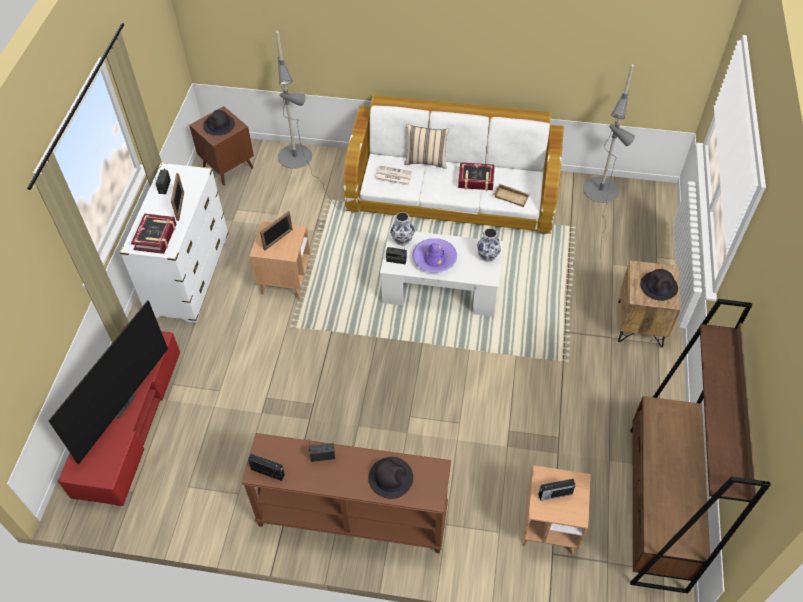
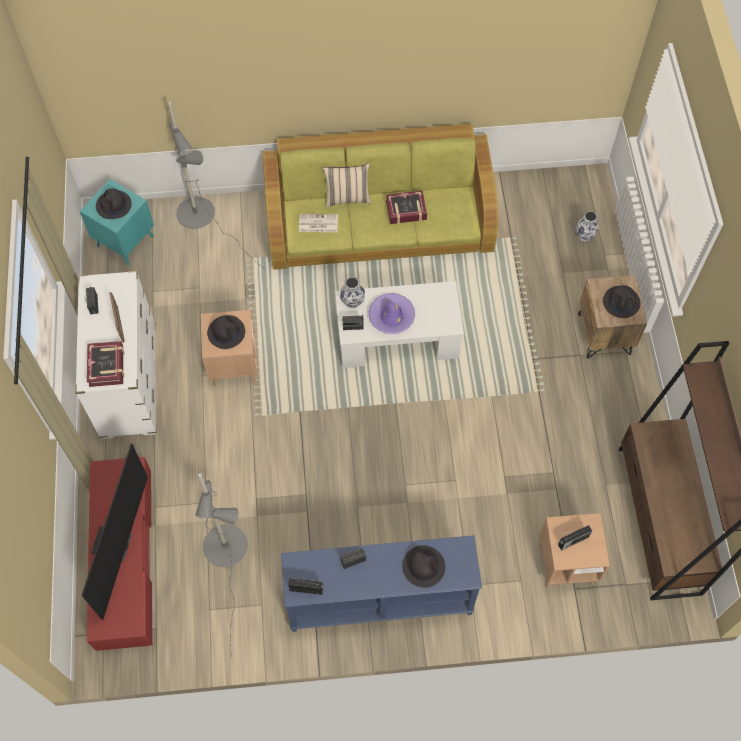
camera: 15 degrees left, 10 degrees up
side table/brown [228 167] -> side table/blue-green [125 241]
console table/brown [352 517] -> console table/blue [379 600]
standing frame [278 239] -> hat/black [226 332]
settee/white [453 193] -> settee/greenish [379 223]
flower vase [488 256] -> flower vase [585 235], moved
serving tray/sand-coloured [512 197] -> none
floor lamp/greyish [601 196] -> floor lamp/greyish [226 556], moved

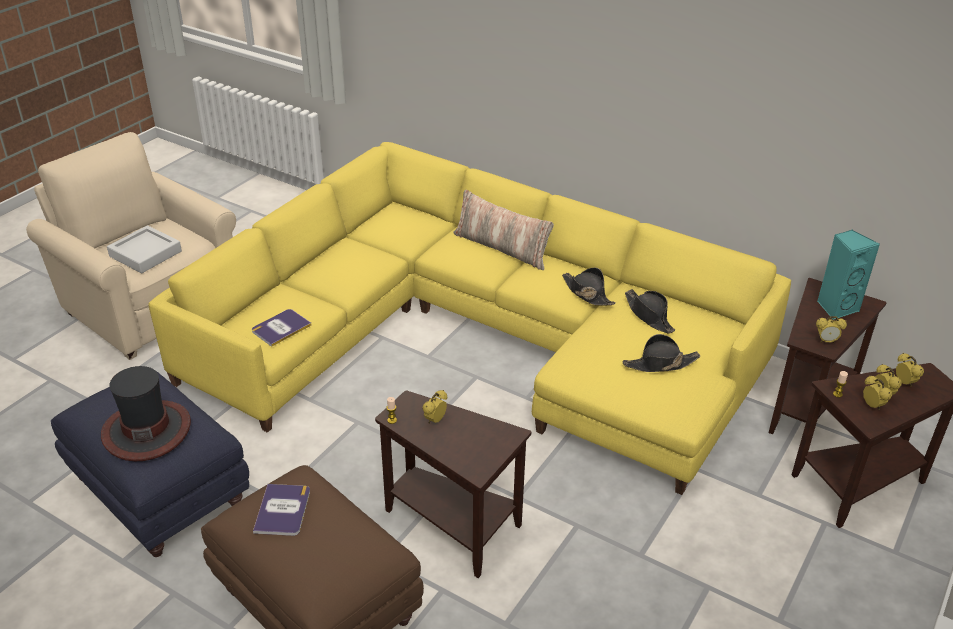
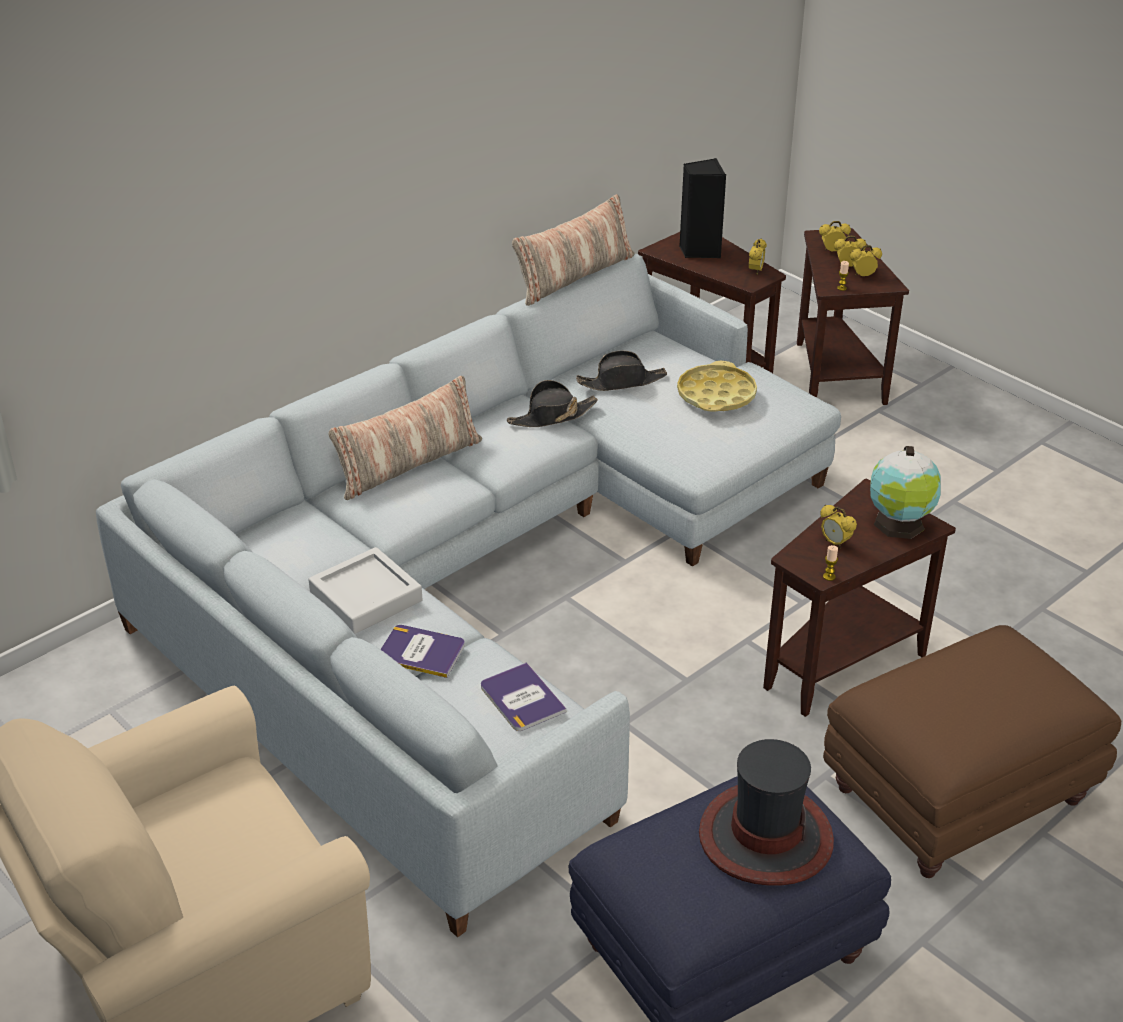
camera: 75 degrees left, 0 degrees up
serving tray/greyish [145 254] -> serving tray/greyish [366 597], moved
settee/yellow [479 339] -> settee/greyish [485 581]
bound book [282 510] -> bound book [421 652], moved
hat/black [660 364] -> serving tray/yellow [716 395]
speaker/blue-green [836 307] -> speaker/black [699 250]
none -> cushion [573 276]
none -> globe [899 525]

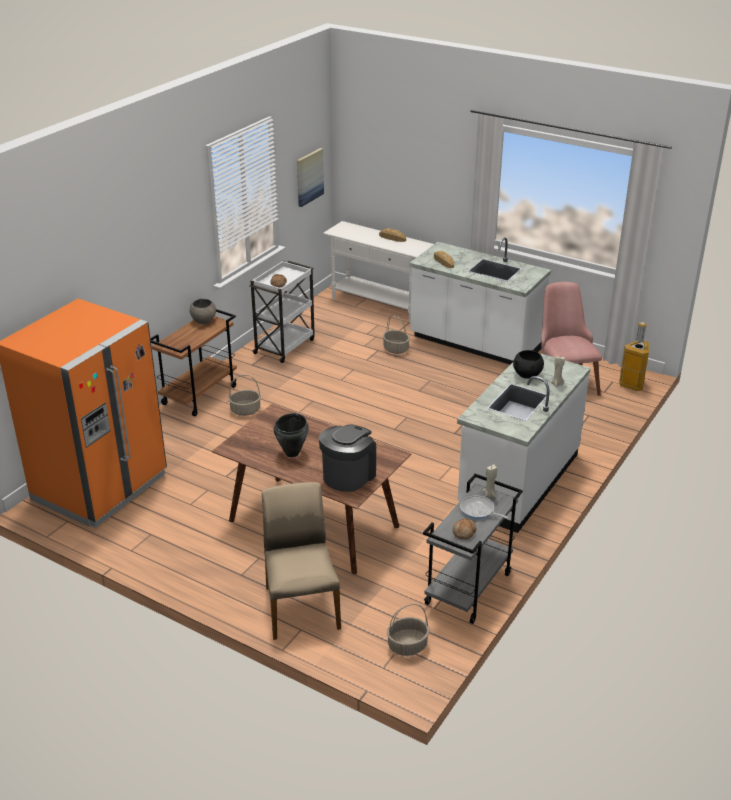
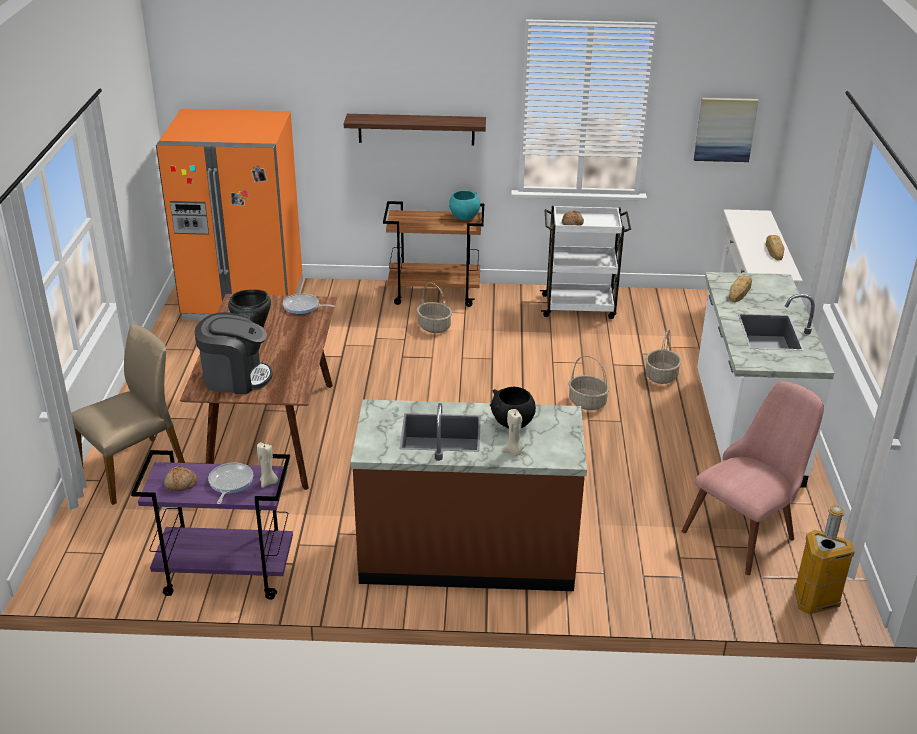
camera: 60 degrees right, 0 degrees up
serving bowl/greyish [203 321] -> serving bowl/blue-green [464 217]
household basket [407 646] -> household basket [586 402], moved
trolley/greyish [468 590] -> trolley/purple [224 574]
counter/white [517 481] -> counter/brown [467 553]
none -> frying pan [303 307]
none -> shelf [416 129]

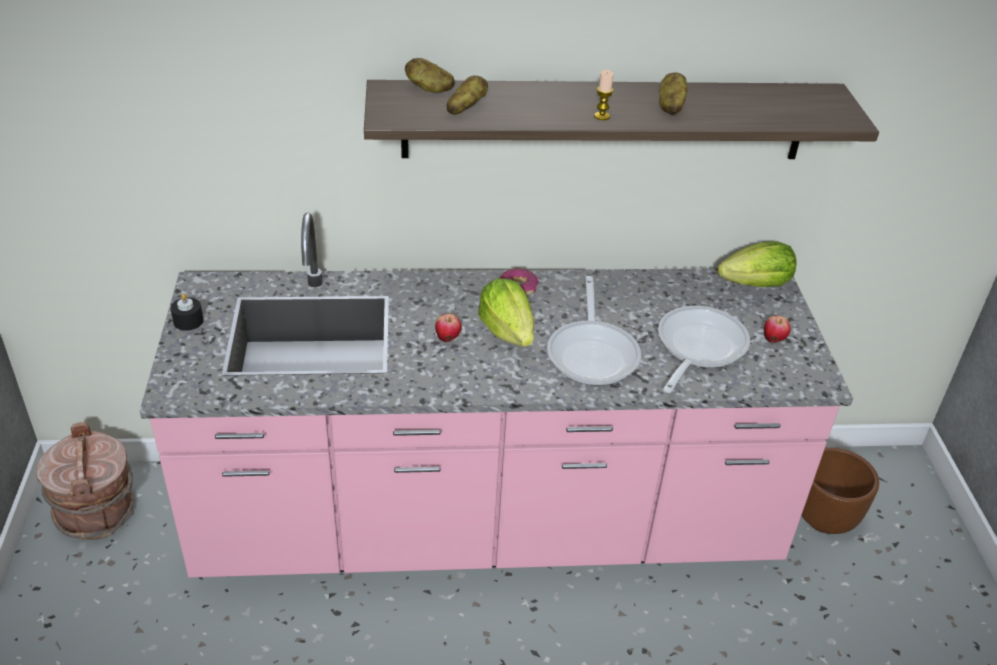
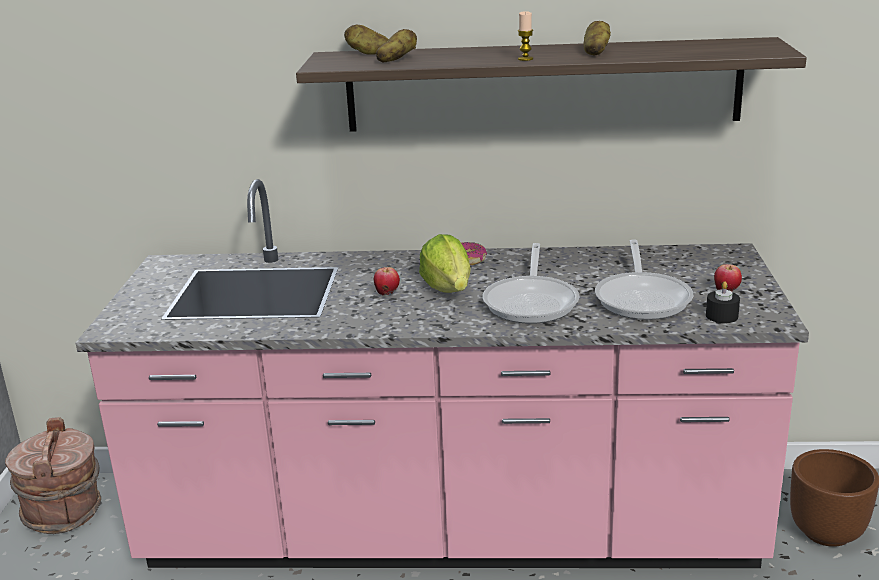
camera: 10 degrees right, 15 degrees down
wax candle/black [188 321] -> wax candle/black [721 316], moved
frying pan [697 348] -> frying pan [643 298], 150 degrees clockwise
head of lettuce [756 285] -> none

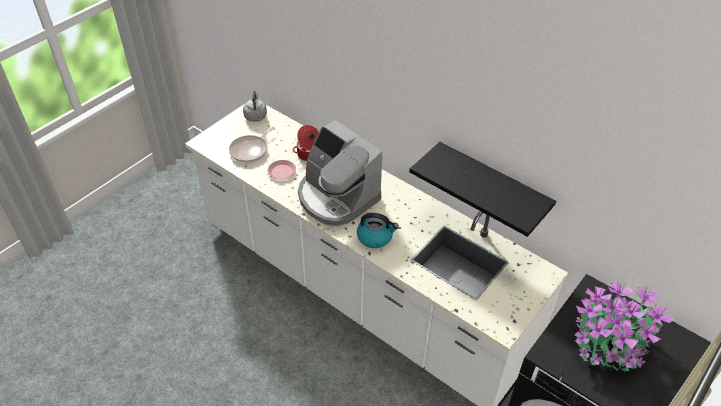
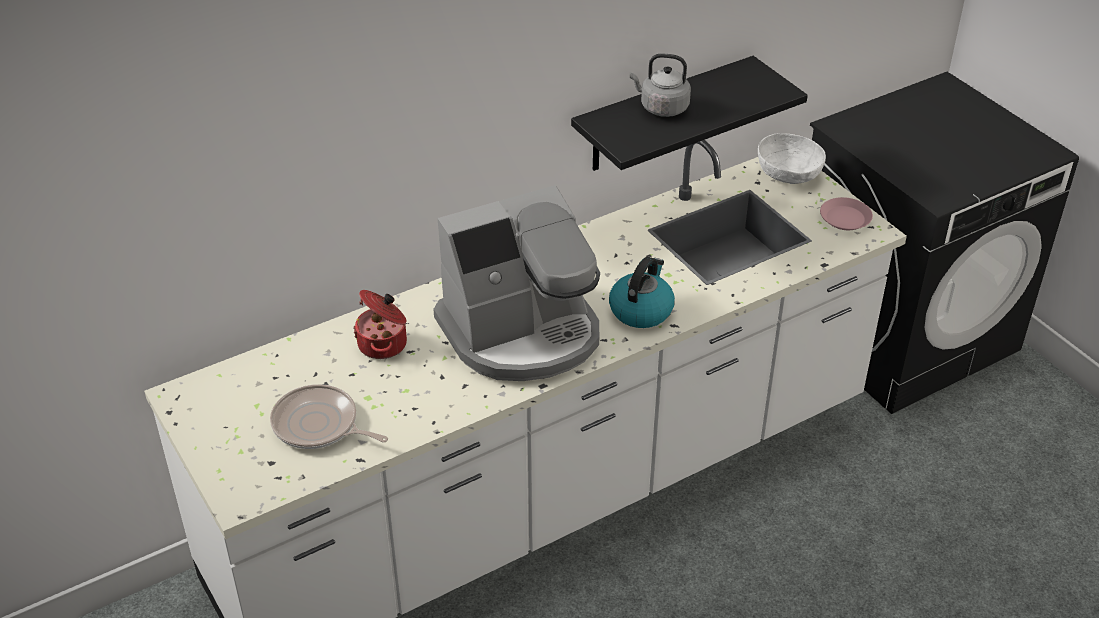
camera: 70 degrees left, 5 degrees down
frying pan [250 150] -> frying pan [319 425], 150 degrees clockwise
kettle/greyish [255 116] -> kettle/greyish [661 108], moved
dinner plate/pink-coloured [282 172] -> dinner plate/pink-coloured [845 218], moved
houseplant [610 342] -> none
none -> serving bowl/white [789 174]

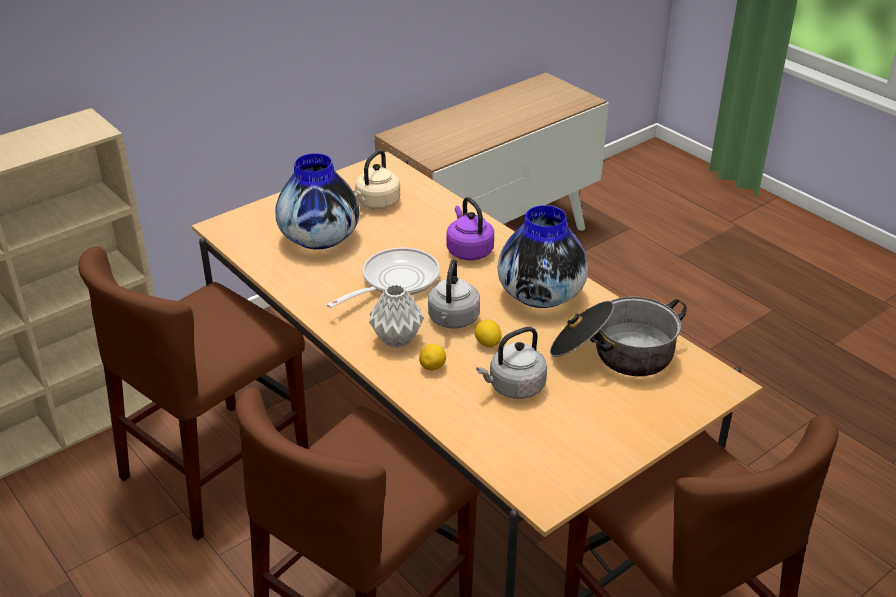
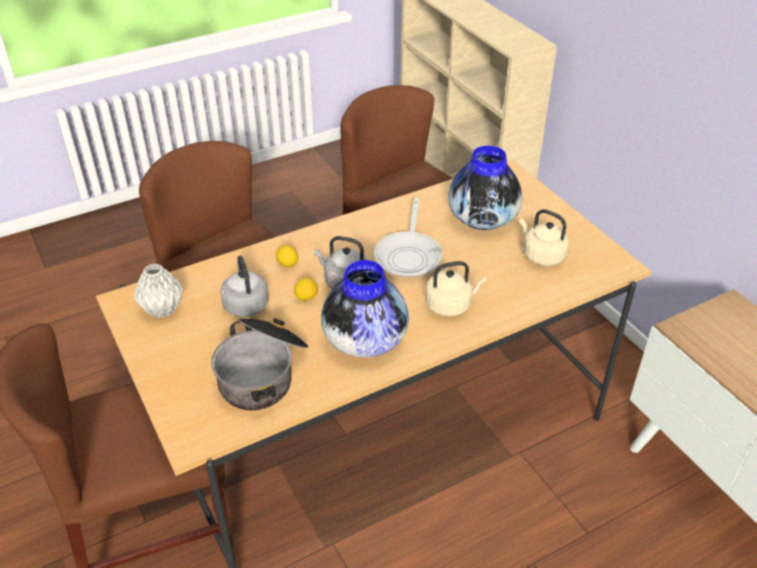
camera: 100 degrees right, 5 degrees up
frying pan [395 281] -> frying pan [409 255], 45 degrees clockwise
flower vase/greyish [396 340] -> flower vase/greyish [162 309], moved
kettle/purple [468 250] -> kettle/sand-coloured [450 305]

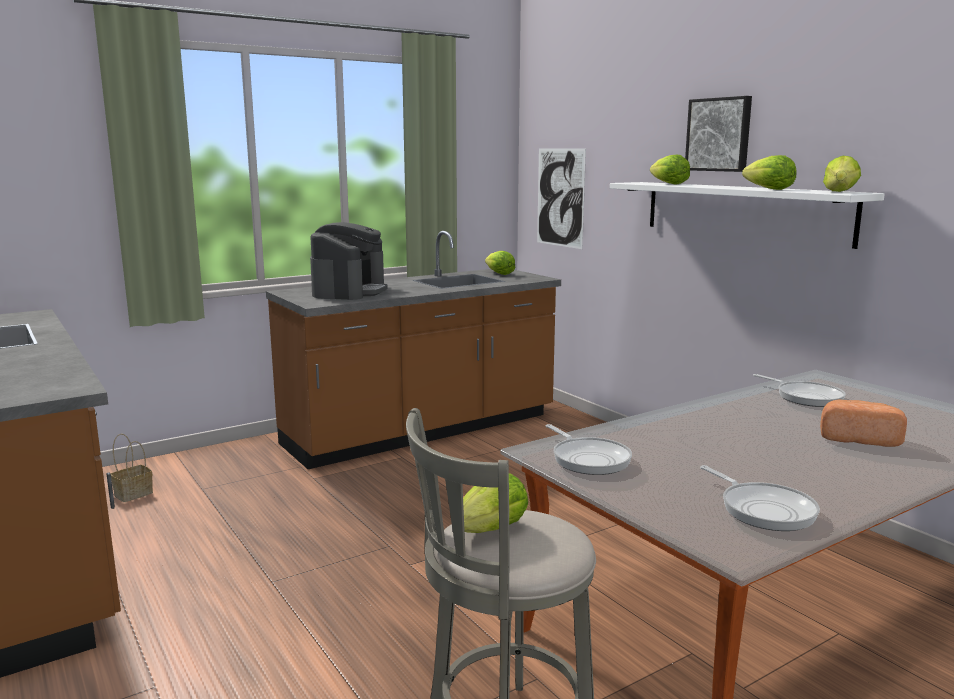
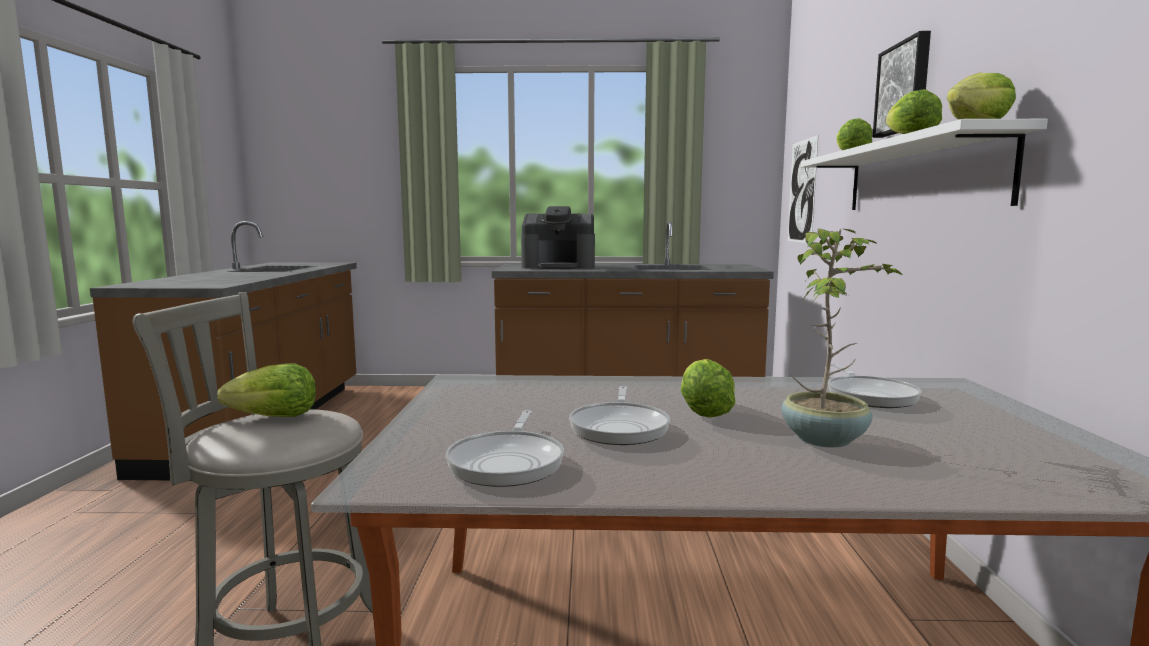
camera: 35 degrees right, 5 degrees down
household basket [134 493] -> none
coffee machine [349 291] -> coffee machine [559 266], 45 degrees clockwise
head of lettuce [499 274] -> head of lettuce [703 411], moved
frying pan [588 459] -> frying pan [620 427], moved
baked bread [858 438] -> houseplant [825 439]

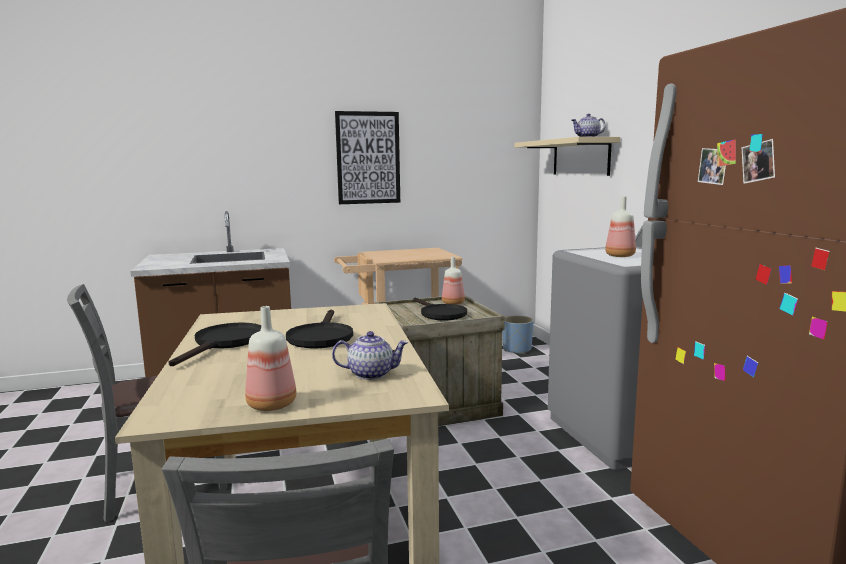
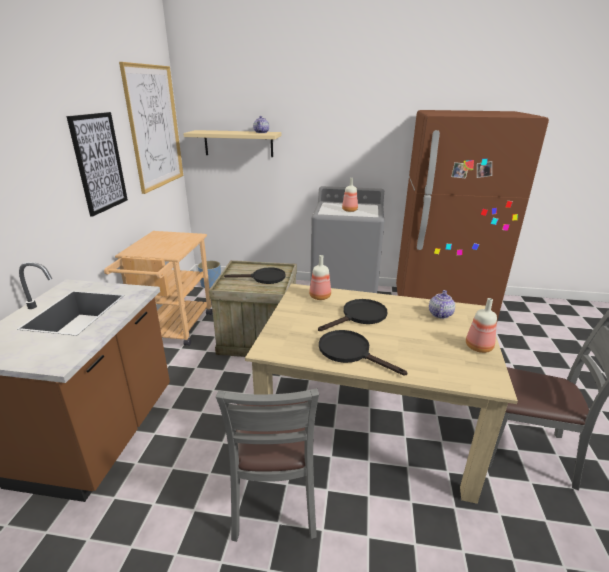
camera: 65 degrees left, 15 degrees up
frying pan/black [321 337] -> frying pan/black [359 316], 60 degrees counterclockwise
drink bottle [453 303] -> drink bottle [319 296], moved
none -> picture [154 127]

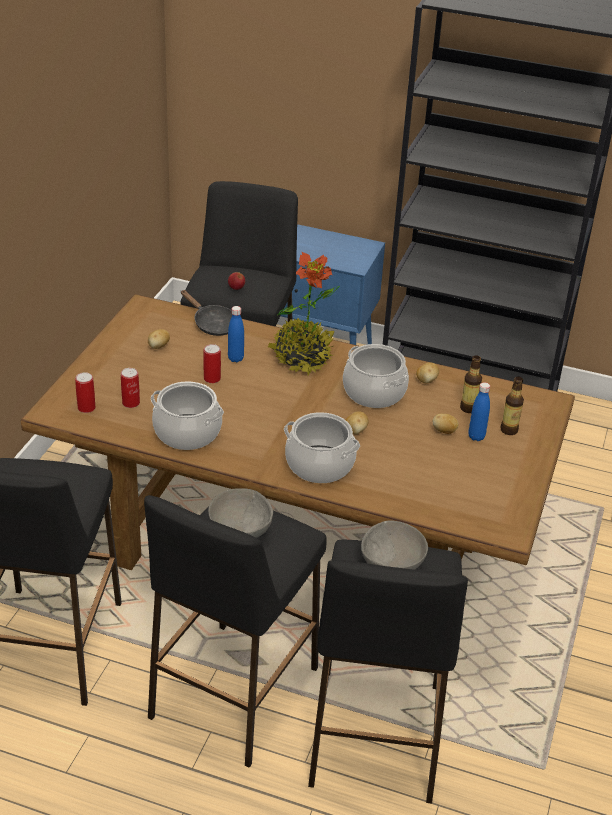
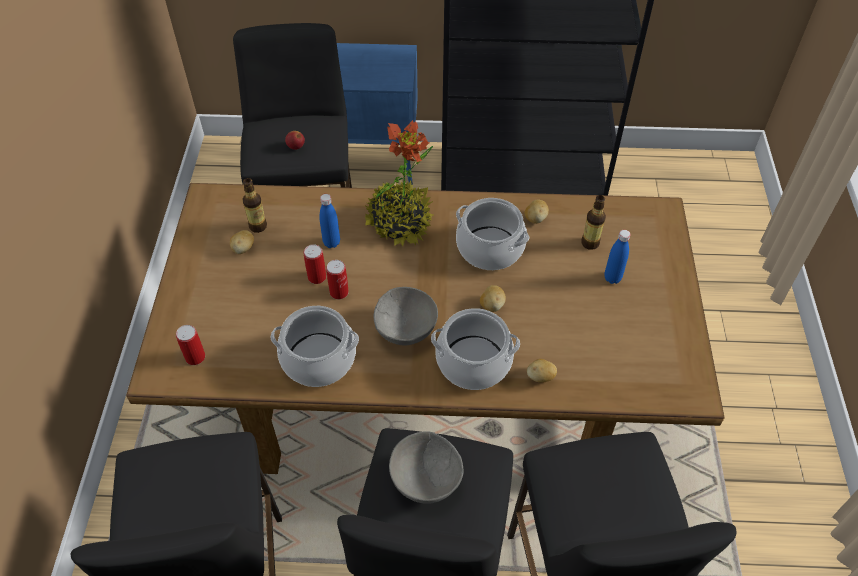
camera: 15 degrees left, 15 degrees up
metal can [131 403] -> metal can [339 292], moved
frying pan/black [212 324] -> none
serving bowl/greyish [391 565] -> serving bowl/greyish [405 330], moved
whole potato [444 431] -> whole potato [540 377], moved
drink bottle [509 430] -> drink bottle [258 226], moved

